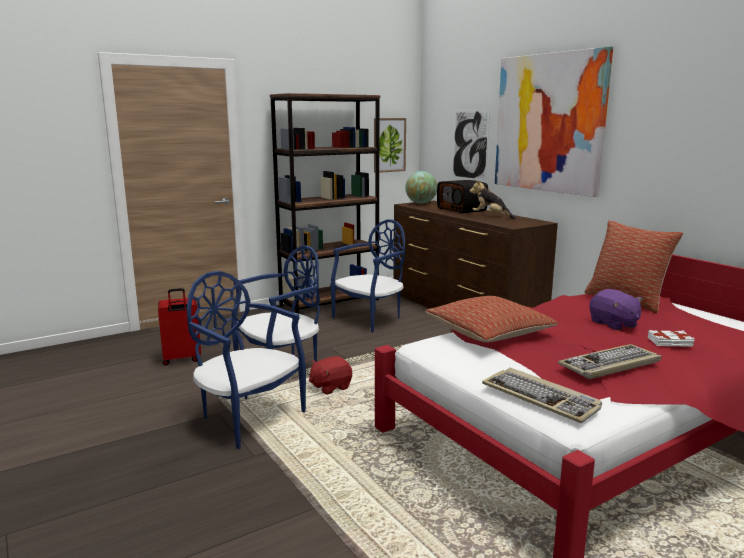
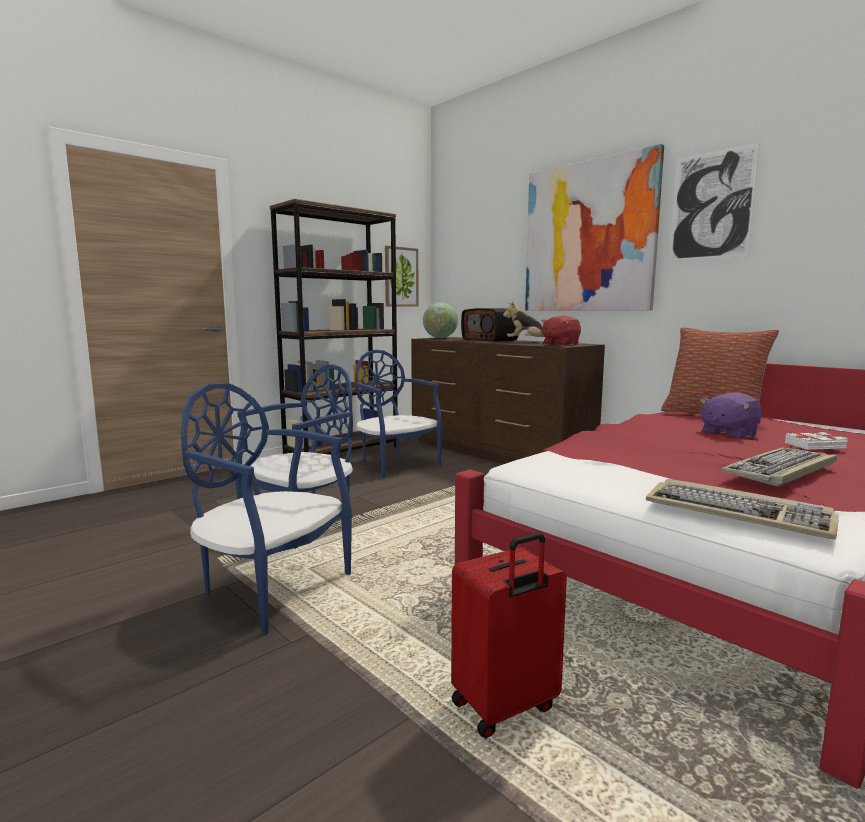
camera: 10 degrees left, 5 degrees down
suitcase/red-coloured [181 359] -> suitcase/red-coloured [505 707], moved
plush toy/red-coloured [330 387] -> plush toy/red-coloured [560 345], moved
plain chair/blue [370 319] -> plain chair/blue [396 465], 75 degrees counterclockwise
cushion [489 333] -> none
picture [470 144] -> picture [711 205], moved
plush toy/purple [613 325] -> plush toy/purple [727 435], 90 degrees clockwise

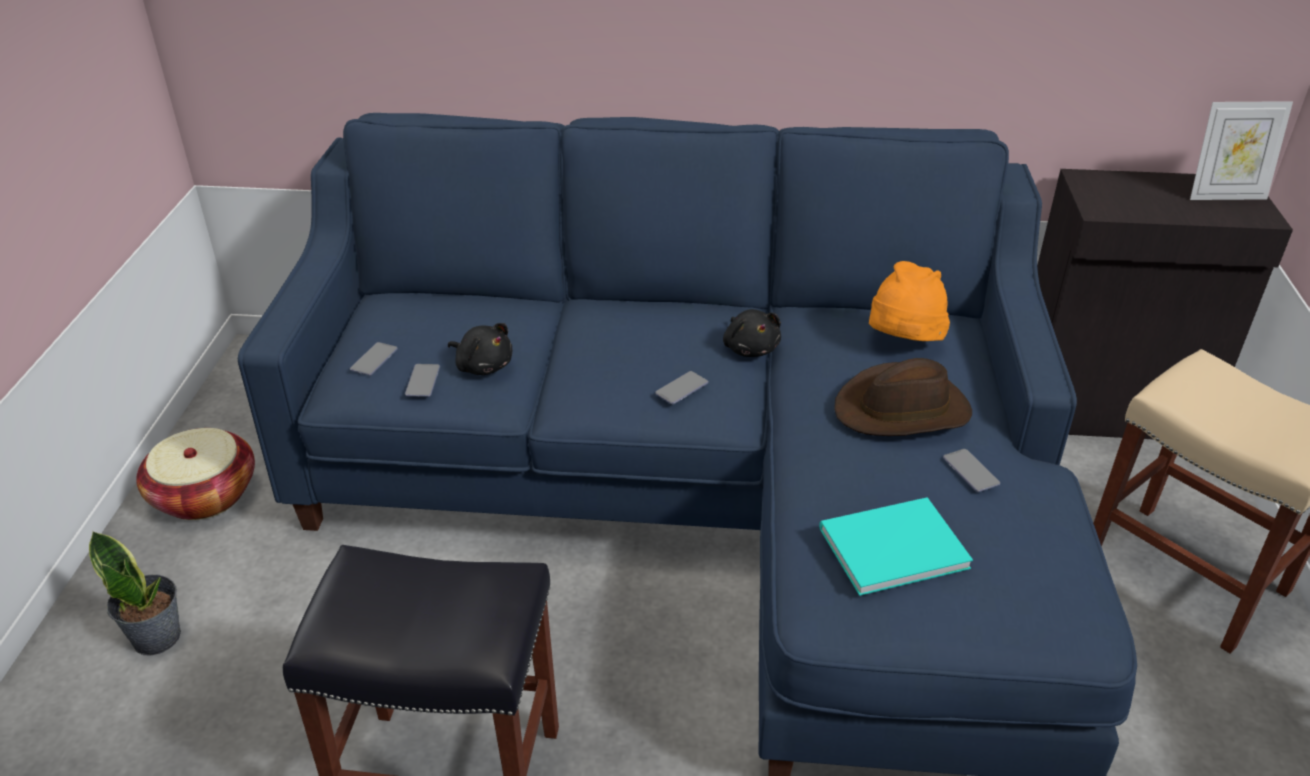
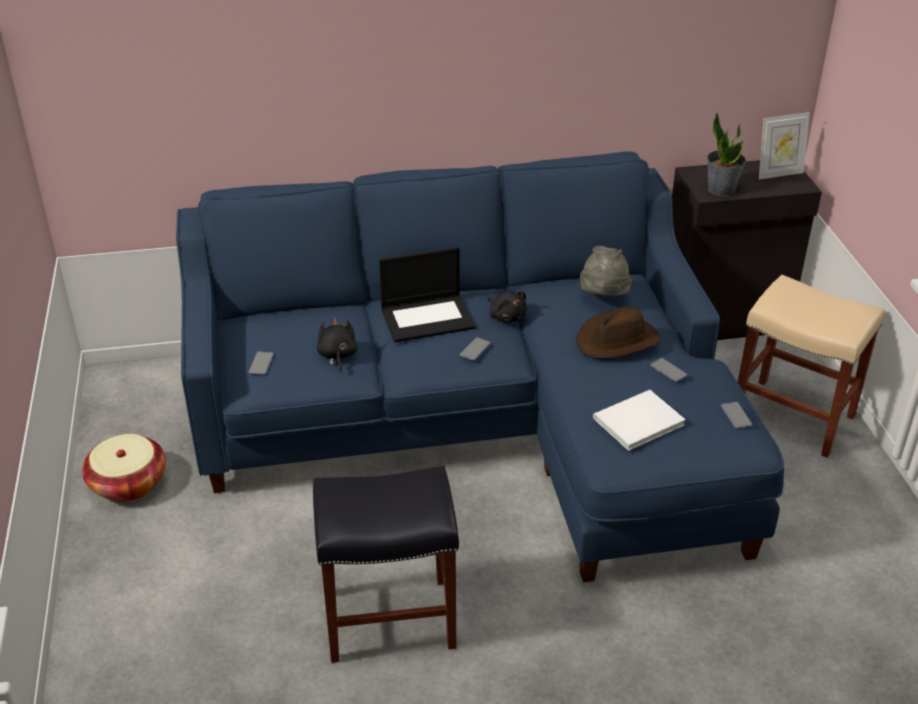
camera: 15 degrees left, 0 degrees up
houseplant [157 636] -> houseplant [721 189], moved
telephone [423 381] -> telephone [736 416], moved
plush toy/black [483 365] -> plush toy/black [337 356], 120 degrees counterclockwise
bound book/blue-green [888 546] -> bound book/white [635 421]
hat/orange [903 342] -> hat/greyish [603 298]
none -> laptop [428 317]

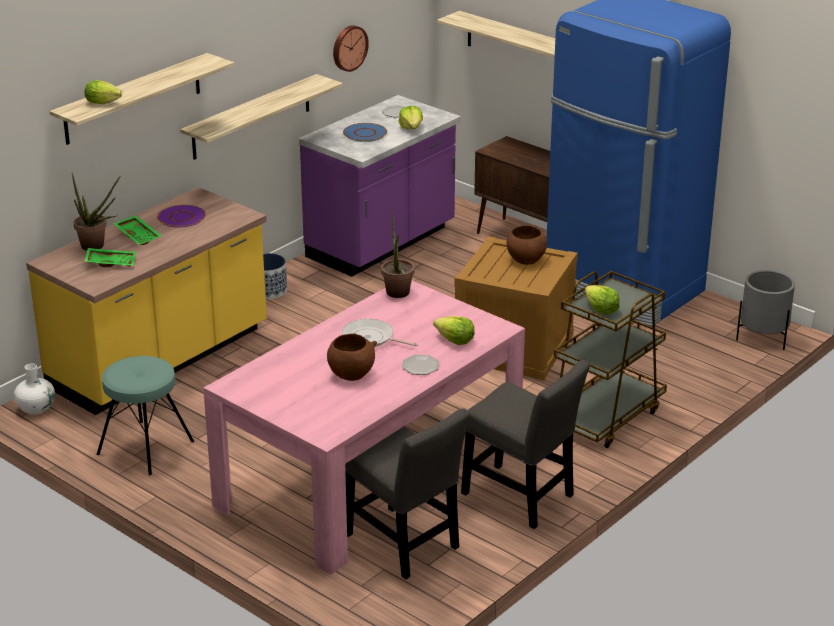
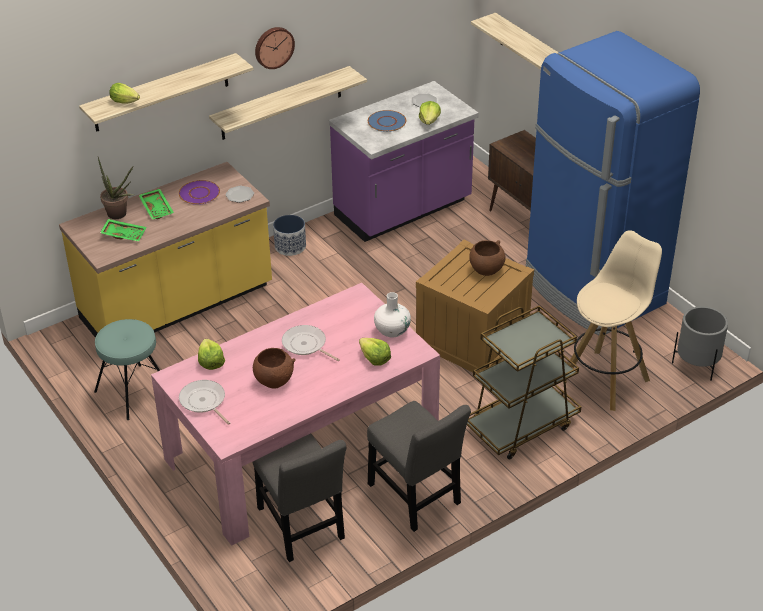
camera: 15 degrees right, 10 degrees up
flower vase/white [36 408] -> flower vase/white [392 331], moved
hanging clock [348 47] -> hanging clock [273 47], moved
houseplant [398 295] -> none
dinner plate [420 366] -> dinner plate [240 195], moved
head of lettuce [600 309] -> head of lettuce [210 362], moved
none -> frying pan [204 402]
none -> sitting stool/sand-coloured [605 379]

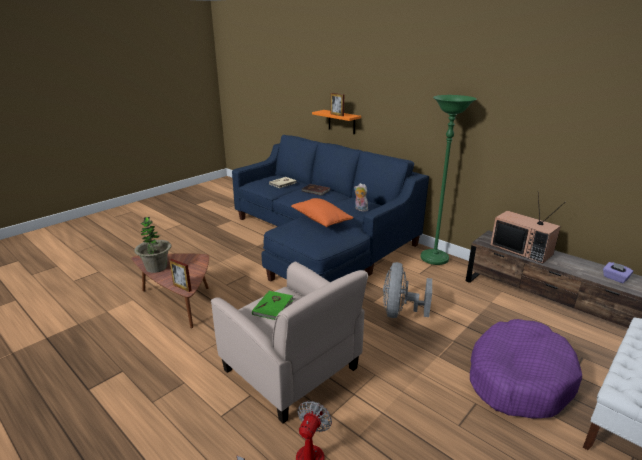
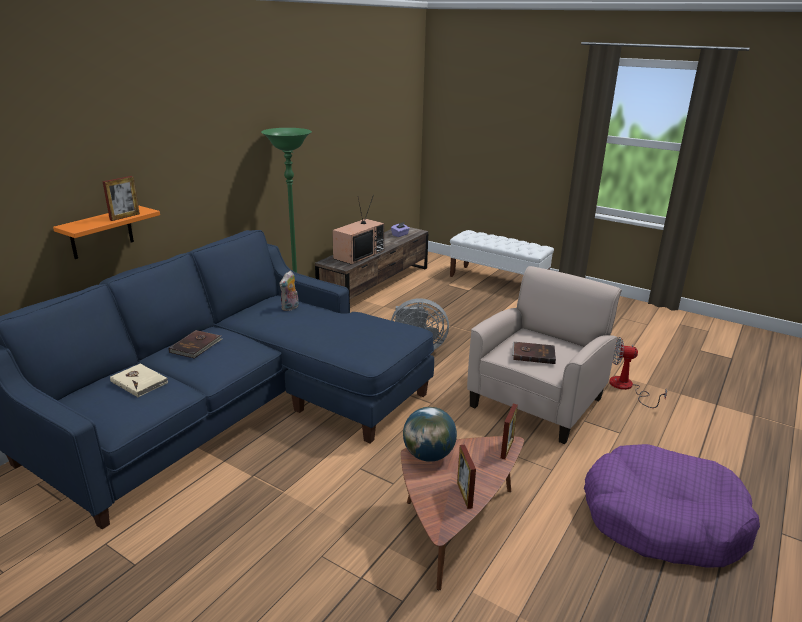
camera: 100 degrees left, 0 degrees up
houseplant [156 267] -> standing frame [464 495]
bound book/greenish [274 306] -> bound book/brown [533 354]
cushion/orange [321 220] -> none
pet bed/purple [518 378] -> pet bed/purple [662 519], moved
none -> globe [428 455]

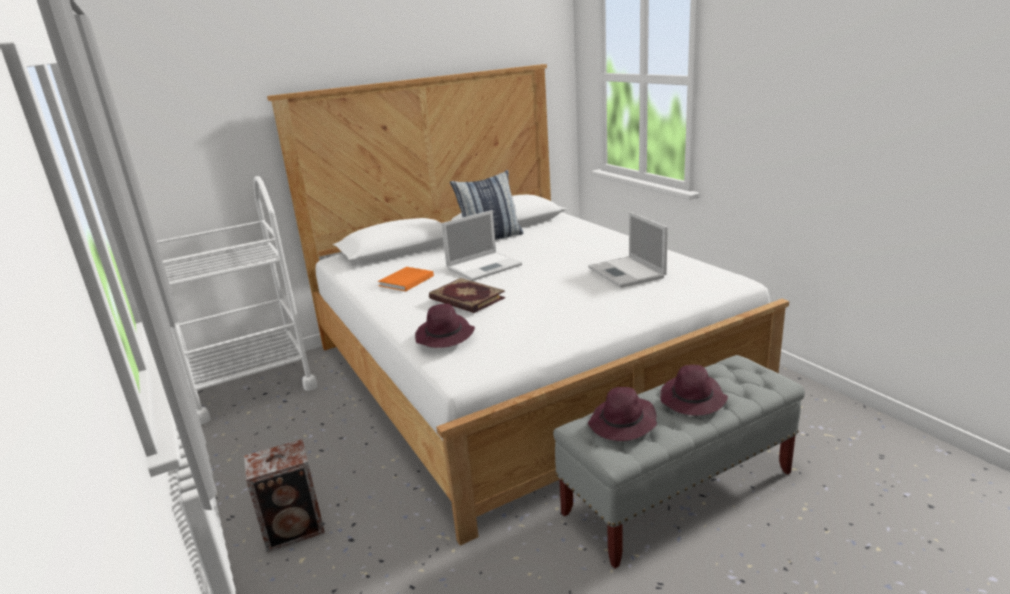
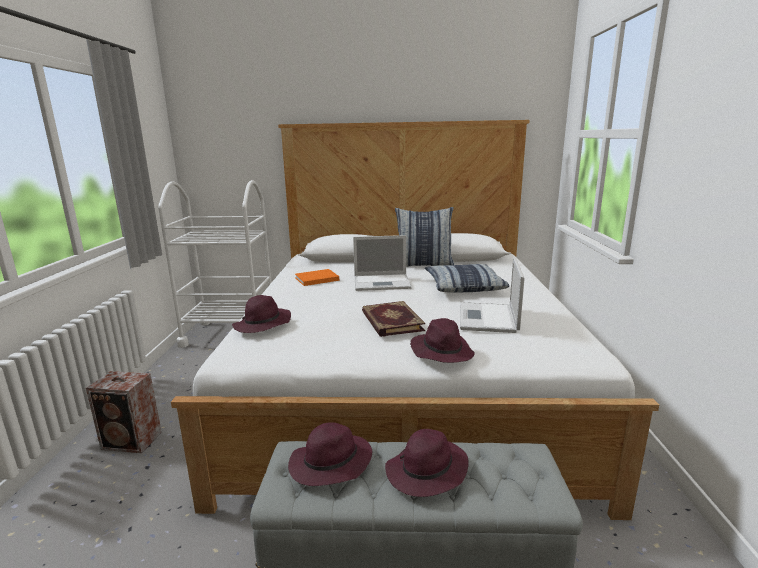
camera: 30 degrees right, 5 degrees down
bound book [466 299] -> bound book [391 321], moved
none -> hat/purple [441 351]
none -> cushion [463 286]

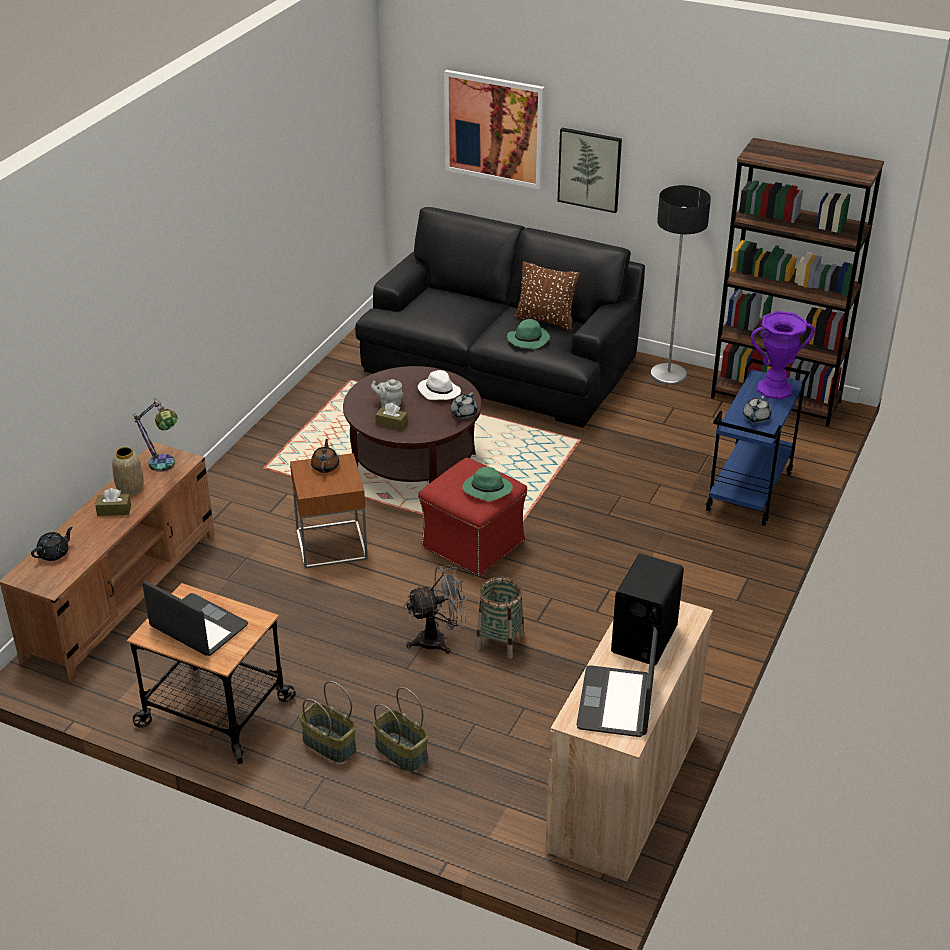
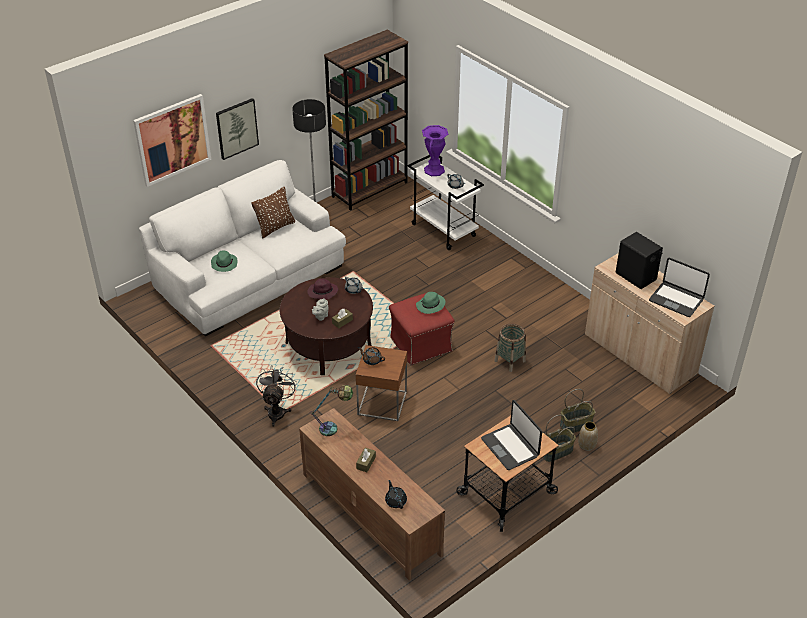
camera: 65 degrees left, 5 degrees up
flower vase [130 488] -> flower vase [586 445], moved
laptop [198 627] -> laptop [510 447], 90 degrees counterclockwise
settee/black [500 364] -> settee/white [248 276]
cooling fan/greyish [439 640] -> cooling fan/greyish [277 411], moved
hat/white [438 391] -> hat/purple [322 292]
hat/greenish [529 339] -> hat/greenish [224 264], moved
trolley/blue [750 493] -> trolley/white [444 230]

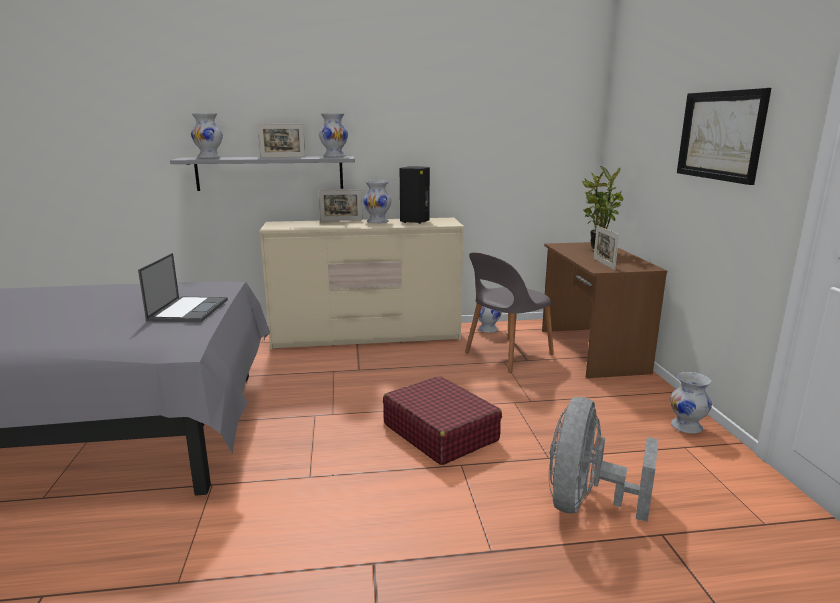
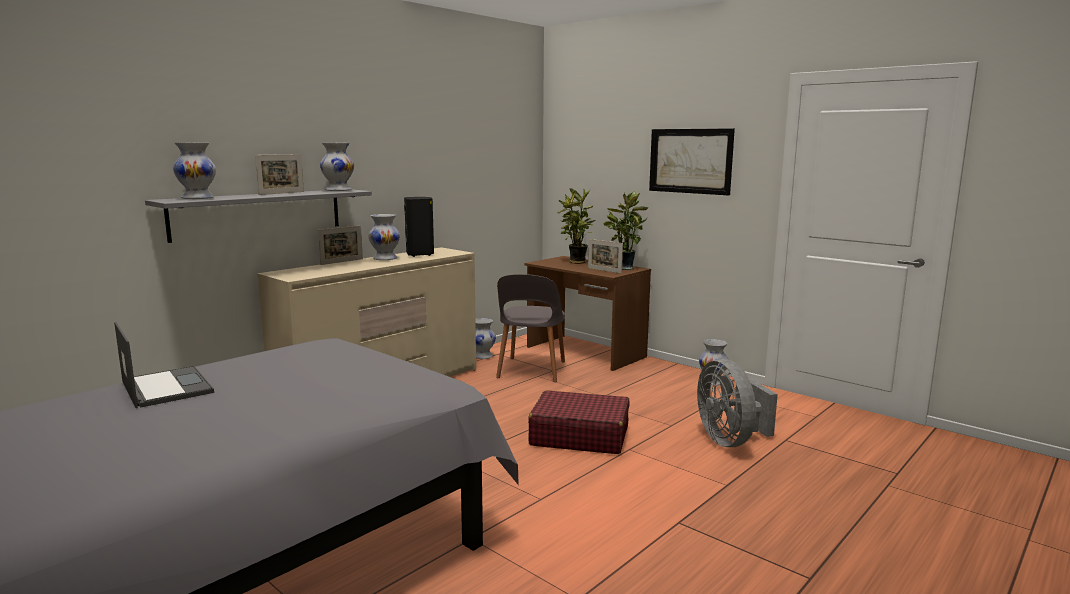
camera: 40 degrees left, 5 degrees down
laptop [188 310] -> laptop [166 387], moved
none -> houseplant [623 268]

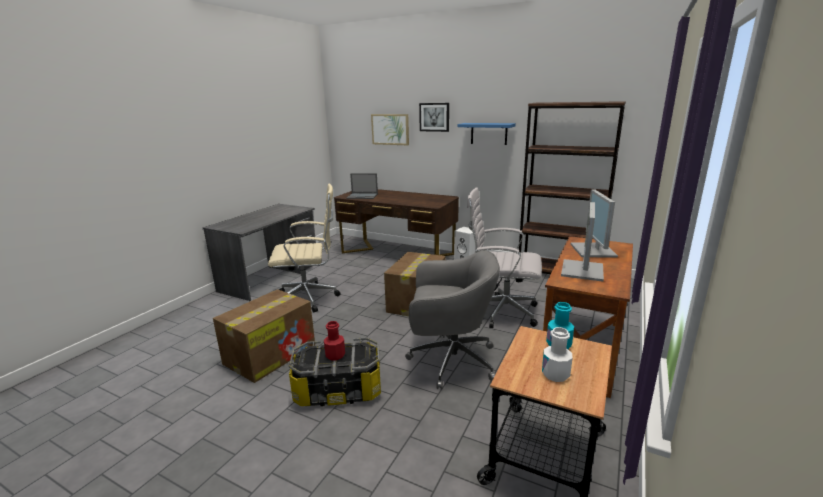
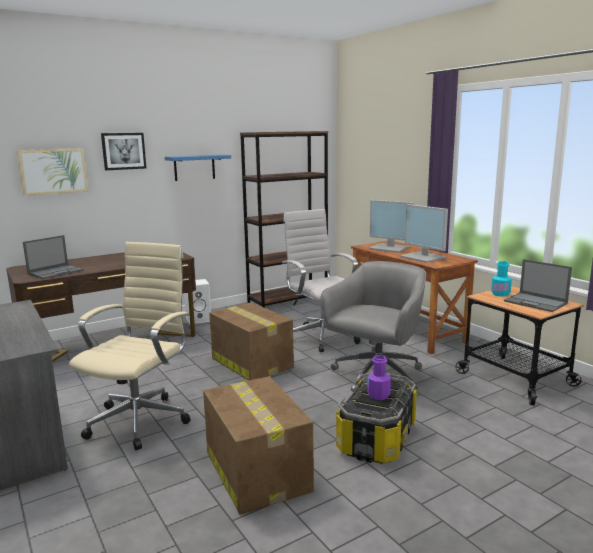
camera: 60 degrees left, 5 degrees down
drink bottle/red-coloured [335 355] -> drink bottle/purple [378 395]
office chair/white [500 312] -> office chair/white [321 336], 105 degrees clockwise
drink bottle/white [555 374] -> laptop [536 302]

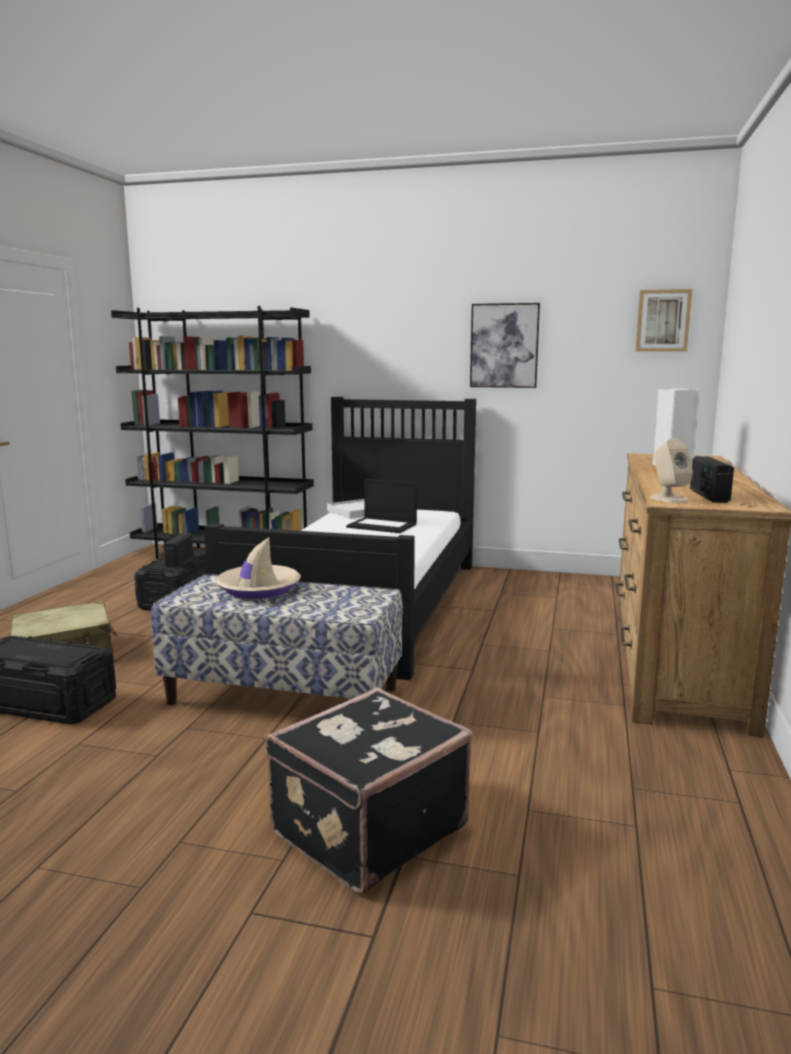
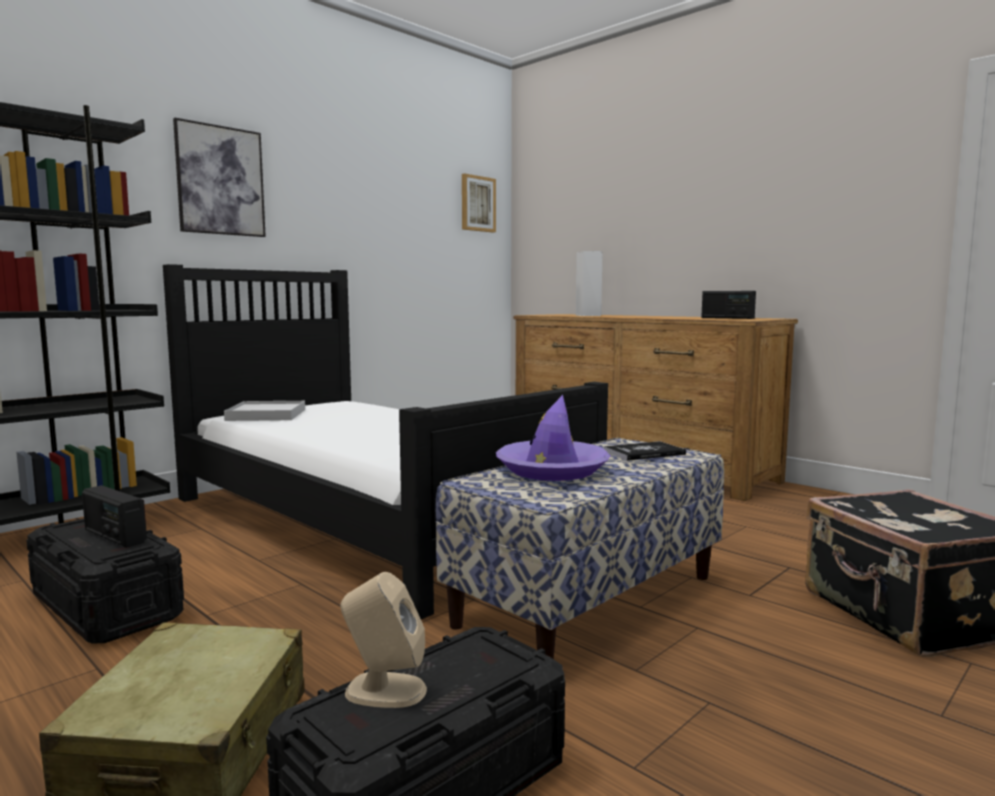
camera: 60 degrees left, 5 degrees down
hat/sand-coloured [258 589] -> hat/purple [552 470]
laptop [383 525] -> none
picture [504 345] -> picture [220 181], moved
speaker/sand-coloured [668 499] -> speaker/sand-coloured [384 690], moved
none -> bound book [644 453]

